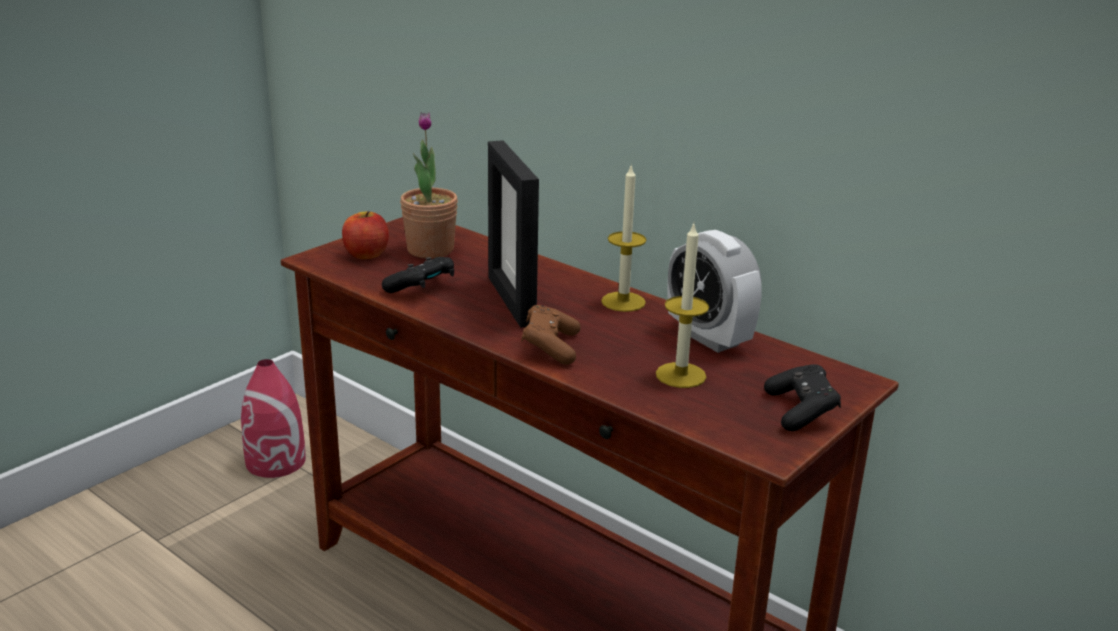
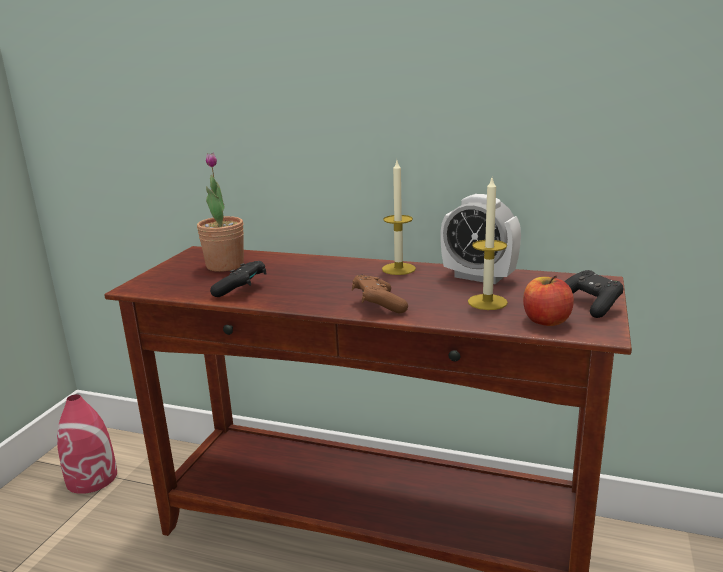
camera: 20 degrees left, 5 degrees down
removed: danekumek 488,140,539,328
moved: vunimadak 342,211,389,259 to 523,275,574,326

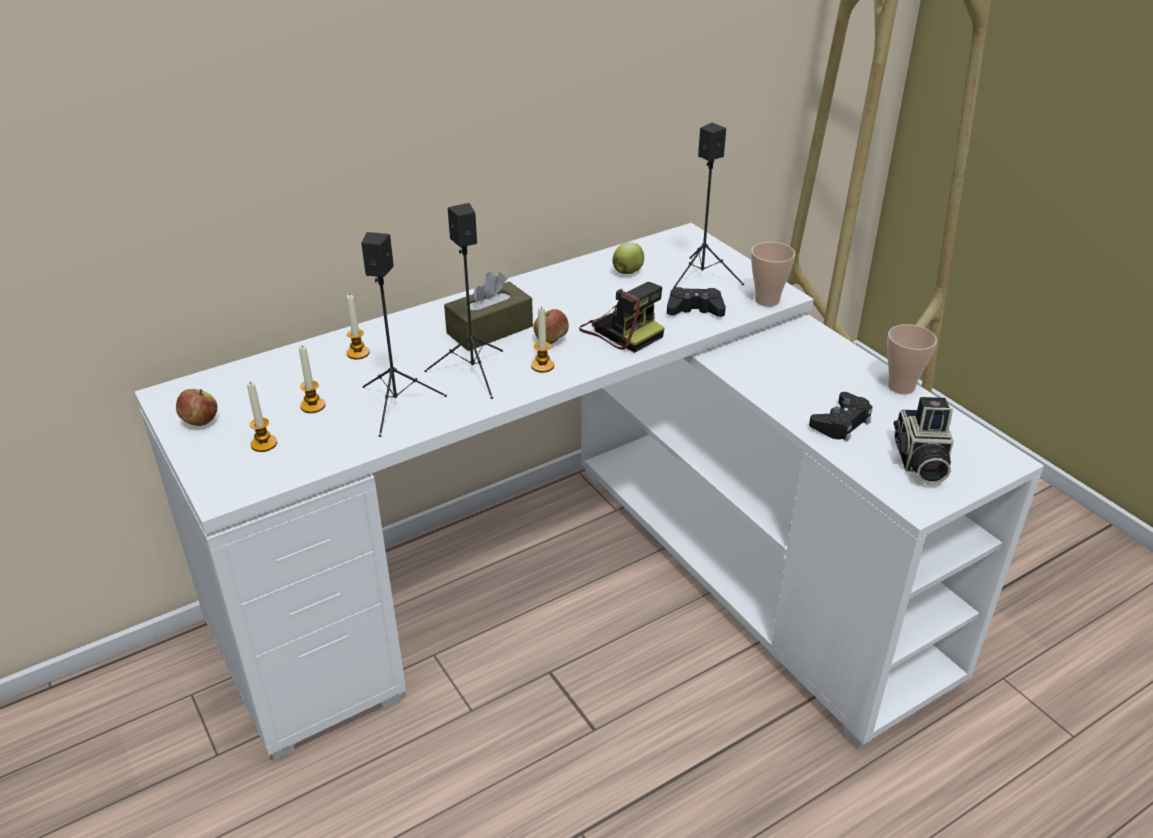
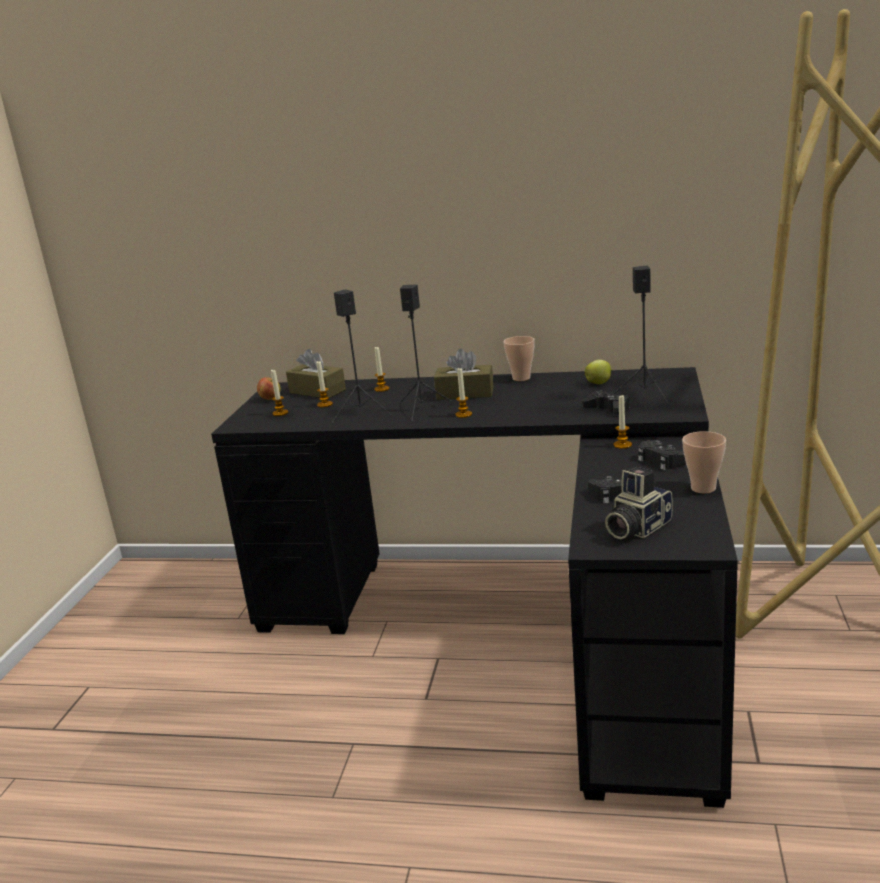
camera: 45 degrees right, 15 degrees down
removed: vunimadak 533,309,569,344; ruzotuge 579,282,665,353
added: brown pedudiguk 286,349,346,398; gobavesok 613,394,632,449; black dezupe 638,440,686,470
moved: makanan 751,242,796,307 to 503,336,535,381
recoloured: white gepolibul 134,223,1044,760 to black gepolibul 211,367,738,808

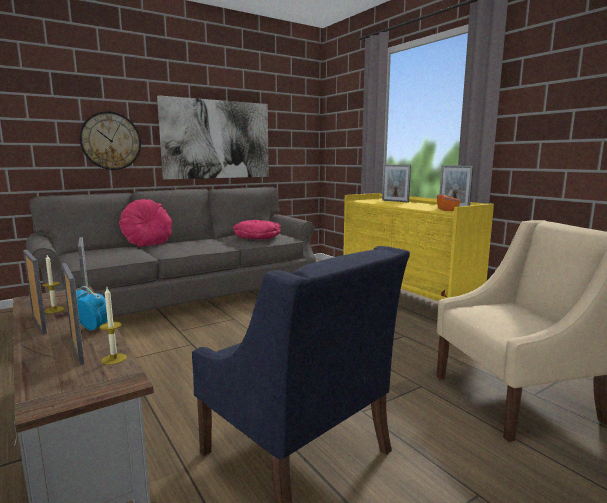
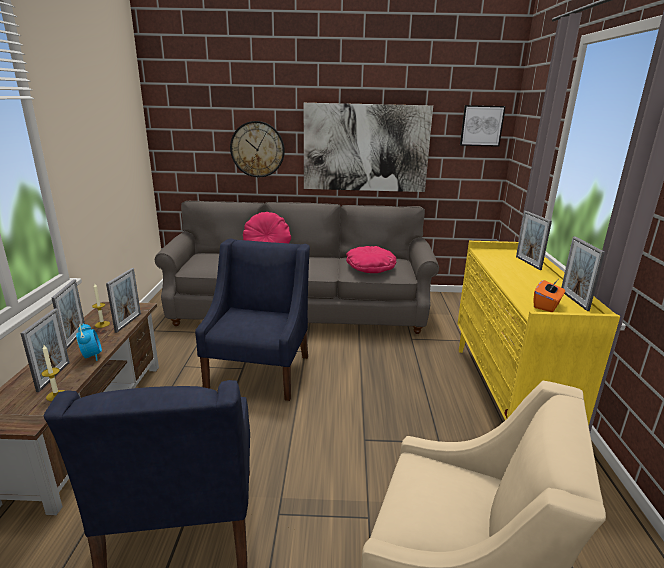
camera: 35 degrees right, 10 degrees up
added: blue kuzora 195,239,310,401; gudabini 460,105,506,147

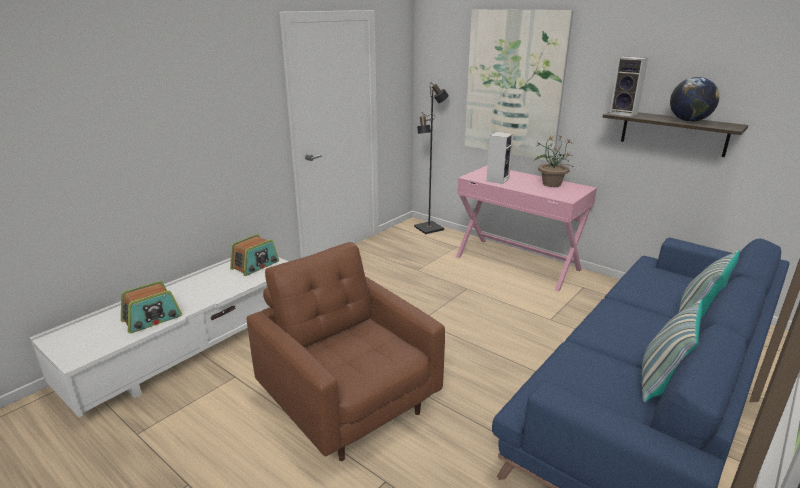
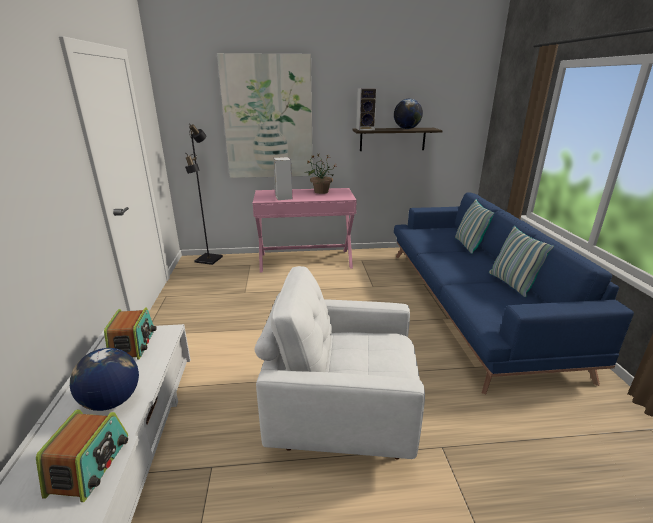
camera: 45 degrees left, 0 degrees up
added: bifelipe 70,348,139,411
recoloured: brown kuzora 247,242,445,461 to white kuzora 255,266,425,460

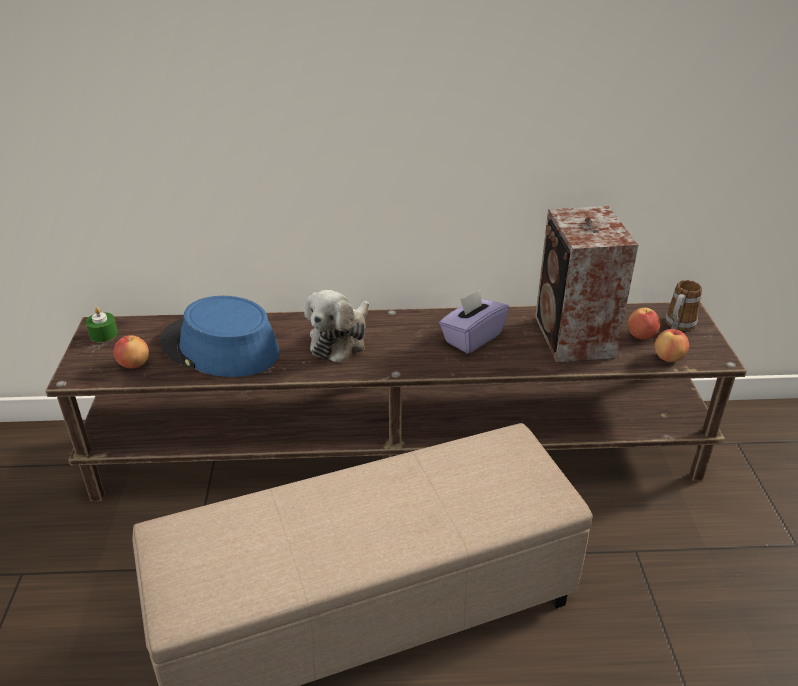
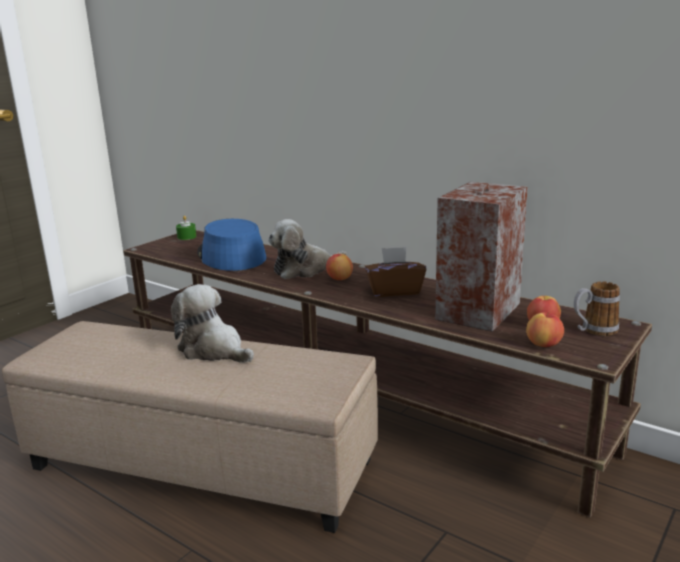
camera: 40 degrees right, 15 degrees down
added: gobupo 171,284,254,363
moved: vunimadak 113,335,149,368 to 326,252,353,280
recoloured: purple pedudiguk 439,290,509,354 to brown pedudiguk 365,247,426,297

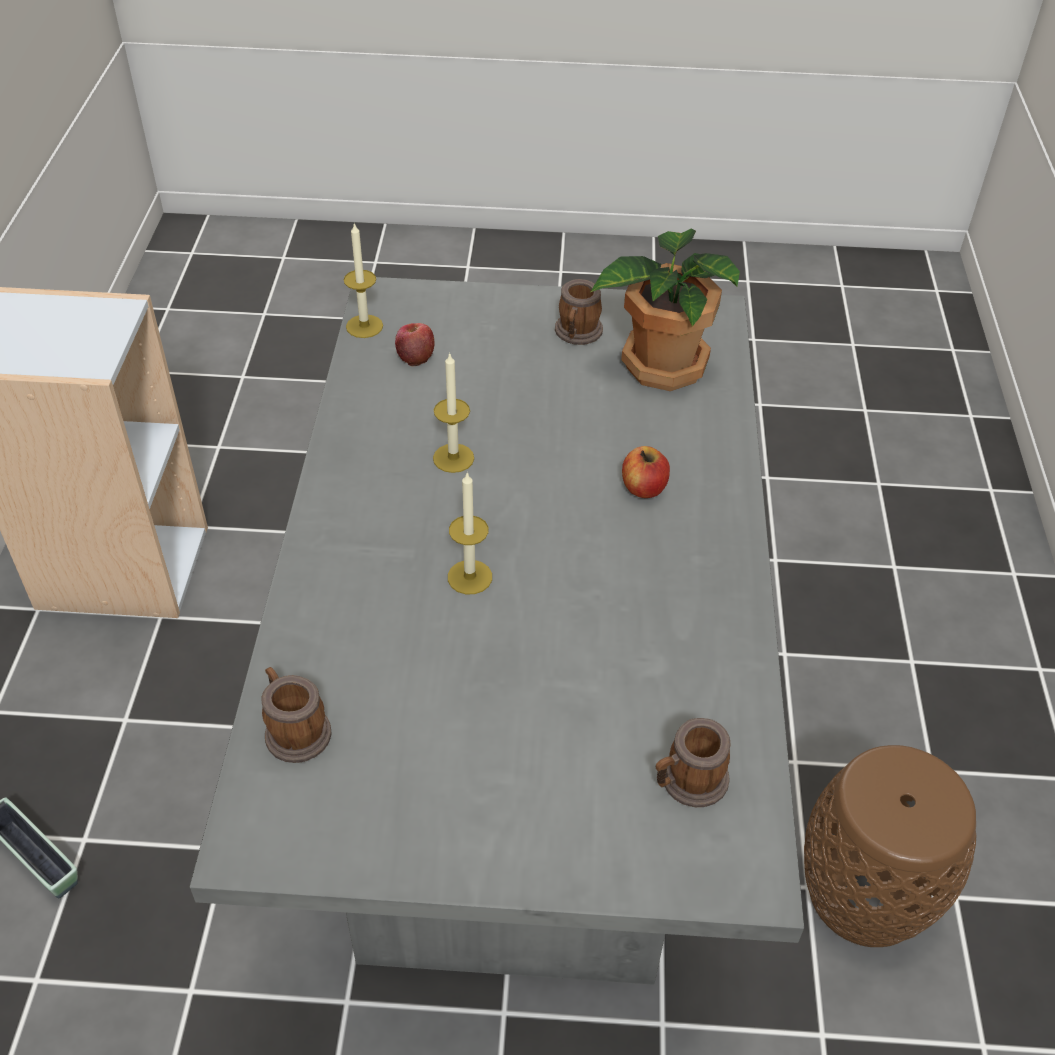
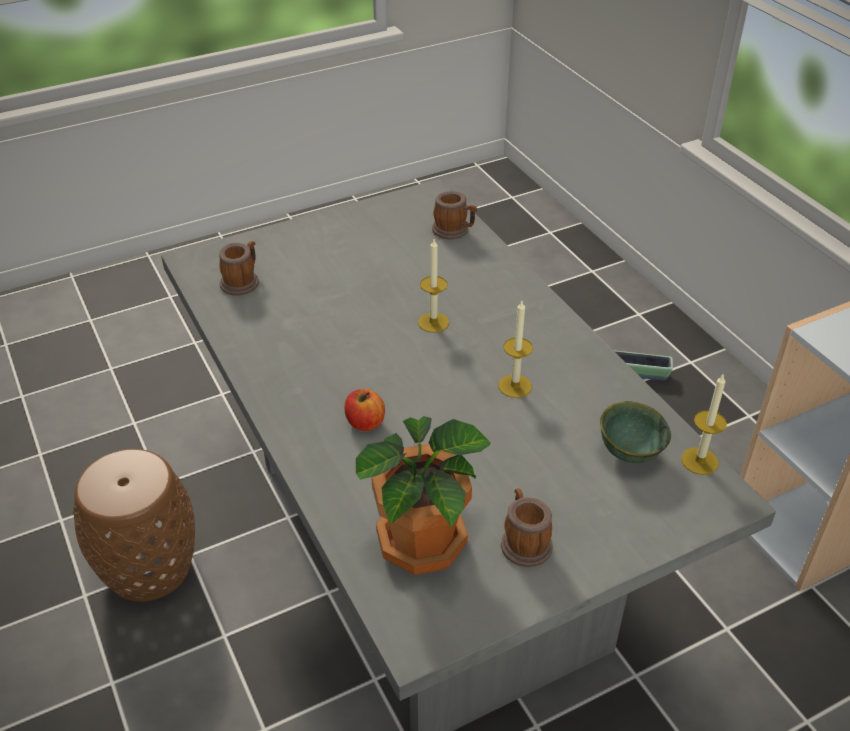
camera: 150 degrees right, 5 degrees down
replaced: vunimadak 395,323,434,366 to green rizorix 600,401,671,463

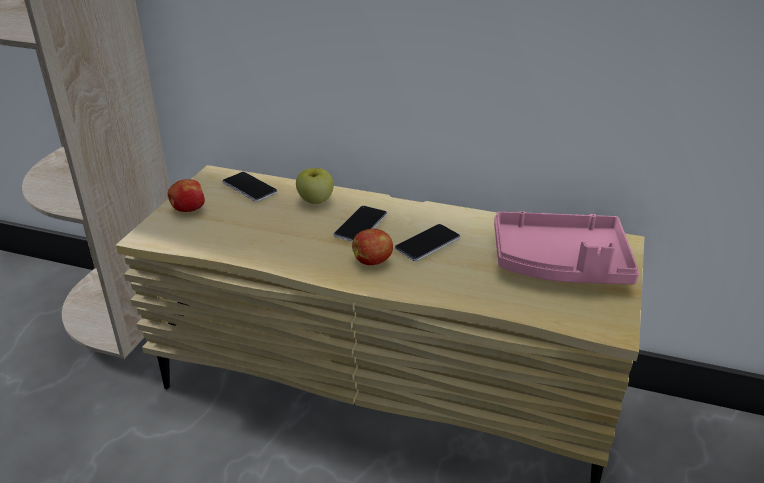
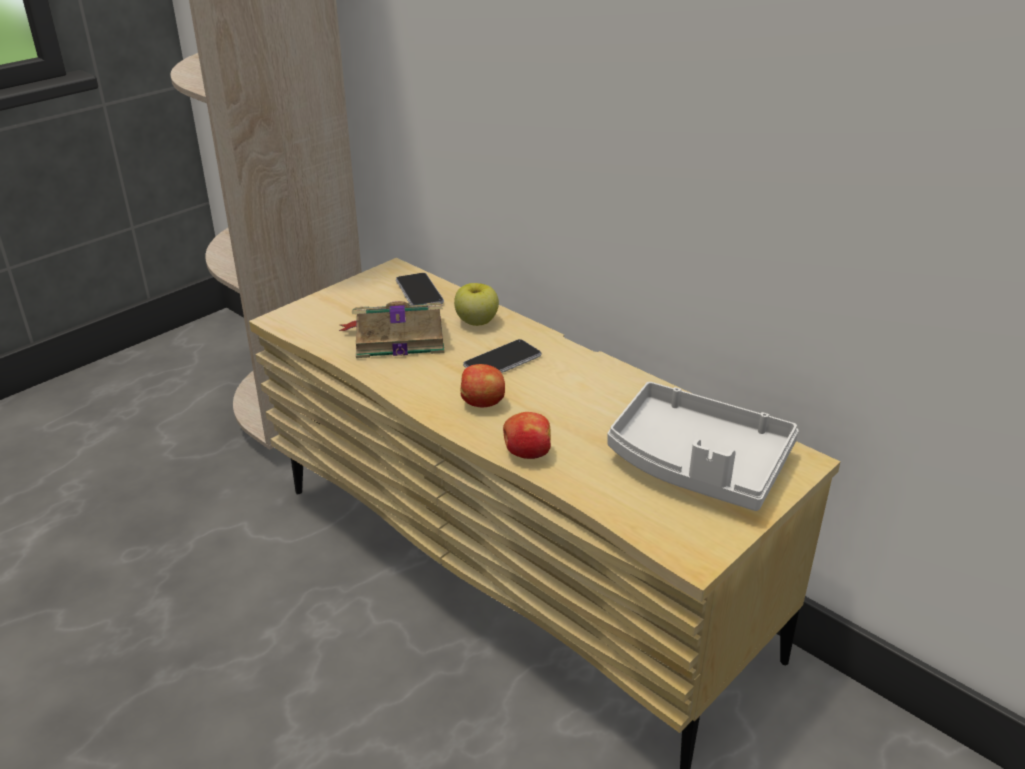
camera: 25 degrees right, 0 degrees up
removed: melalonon 395,224,460,261
added: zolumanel 339,301,445,358
moved: vunimadak 168,179,205,212 to 503,412,551,459
recoloured: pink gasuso 494,211,639,284 to grey gasuso 607,382,799,511

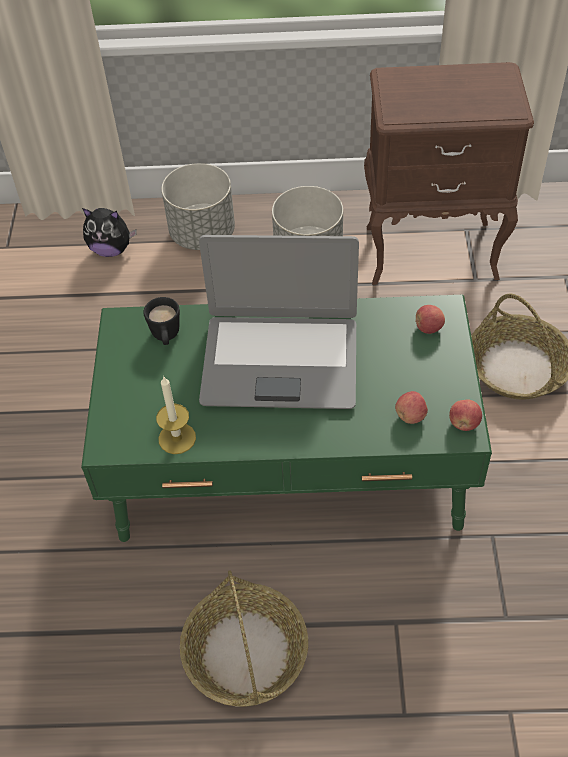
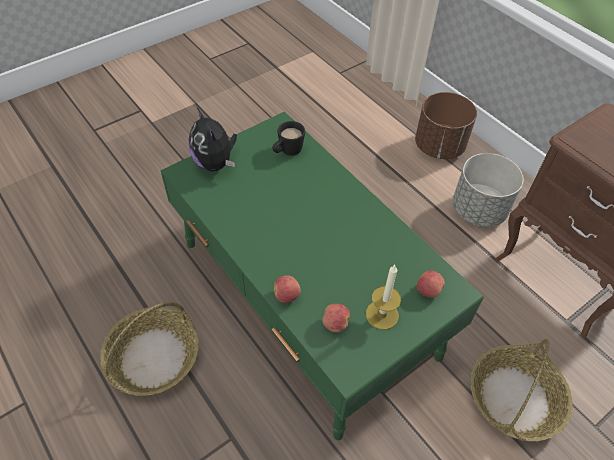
camera: 50 degrees right, 0 degrees up
removed: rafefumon 199,235,359,409
moved: gobupo 82,208,137,257 to 189,108,237,172; vunimadak 449,399,482,431 to 273,275,301,303; gobavesok 156,377,196,454 to 366,265,401,330
recoloured: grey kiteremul 161,163,235,250 to brown kiteremul 415,92,477,159

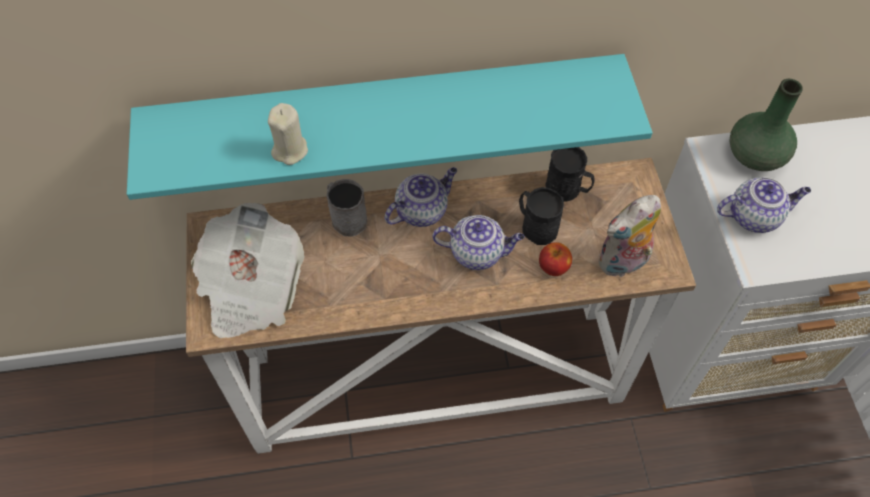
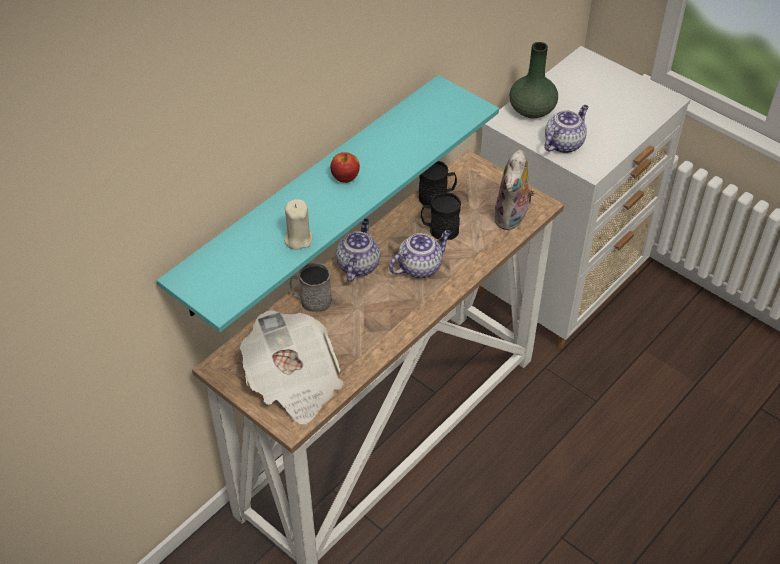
camera: 40 degrees left, 10 degrees down
moved: vunimadak 539,242,572,276 to 330,152,360,183

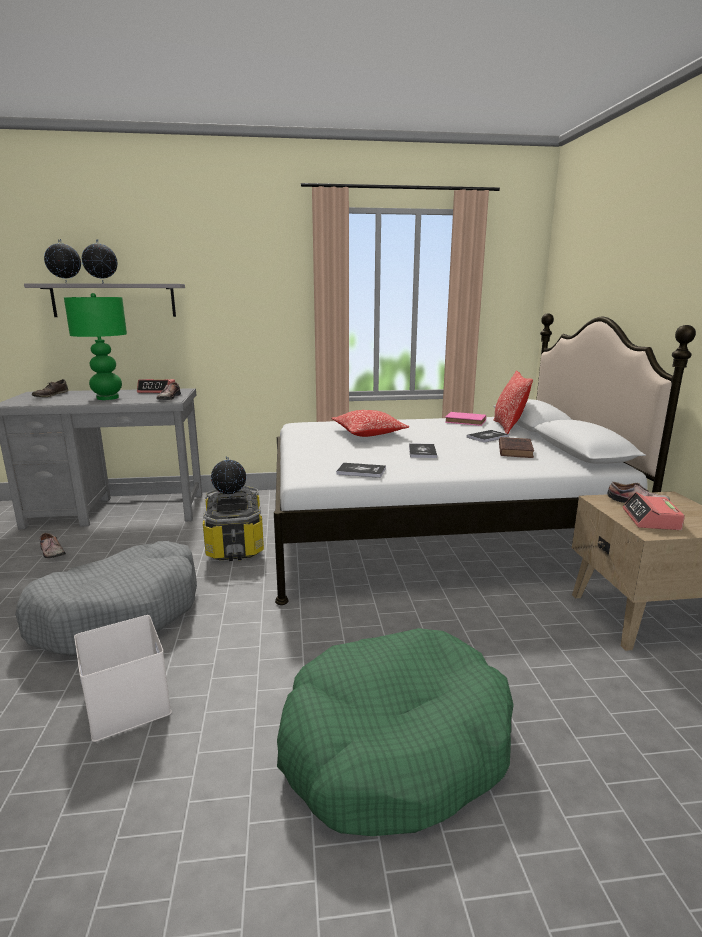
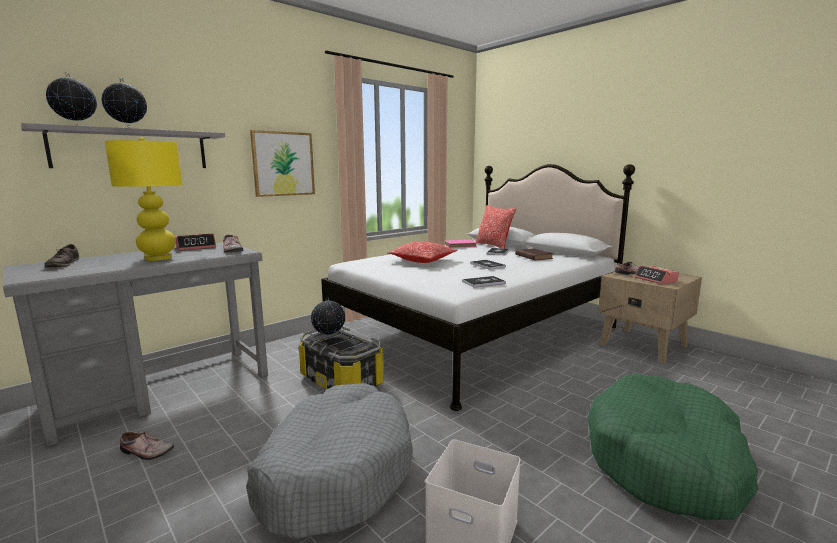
camera: 35 degrees left, 5 degrees down
added: gudabini 250,130,315,197
recoloured: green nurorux 64,293,127,400 to yellow nurorux 105,137,182,261

